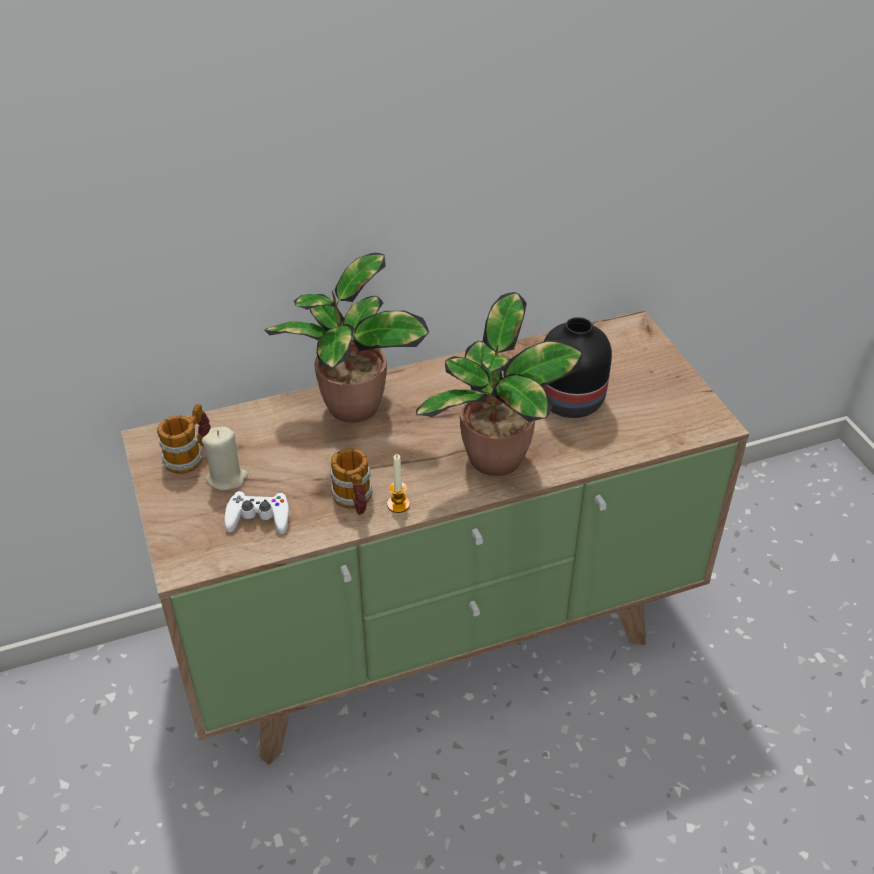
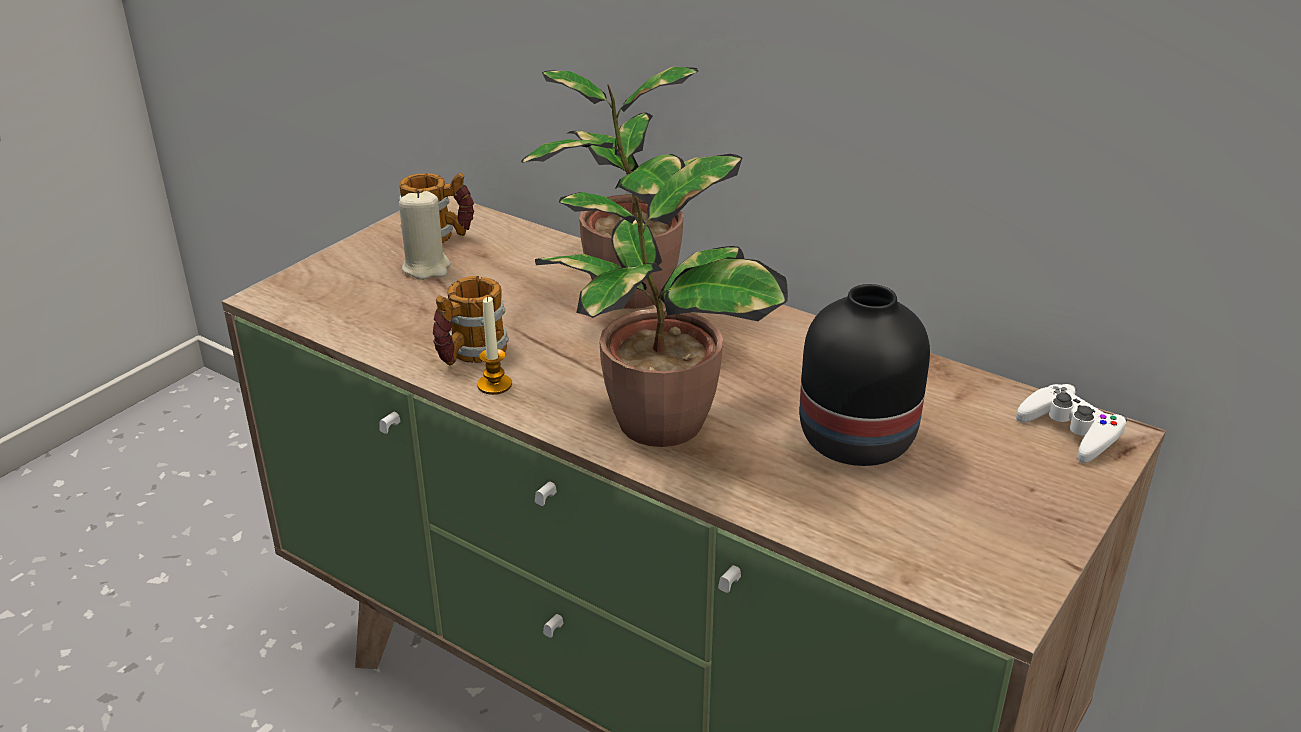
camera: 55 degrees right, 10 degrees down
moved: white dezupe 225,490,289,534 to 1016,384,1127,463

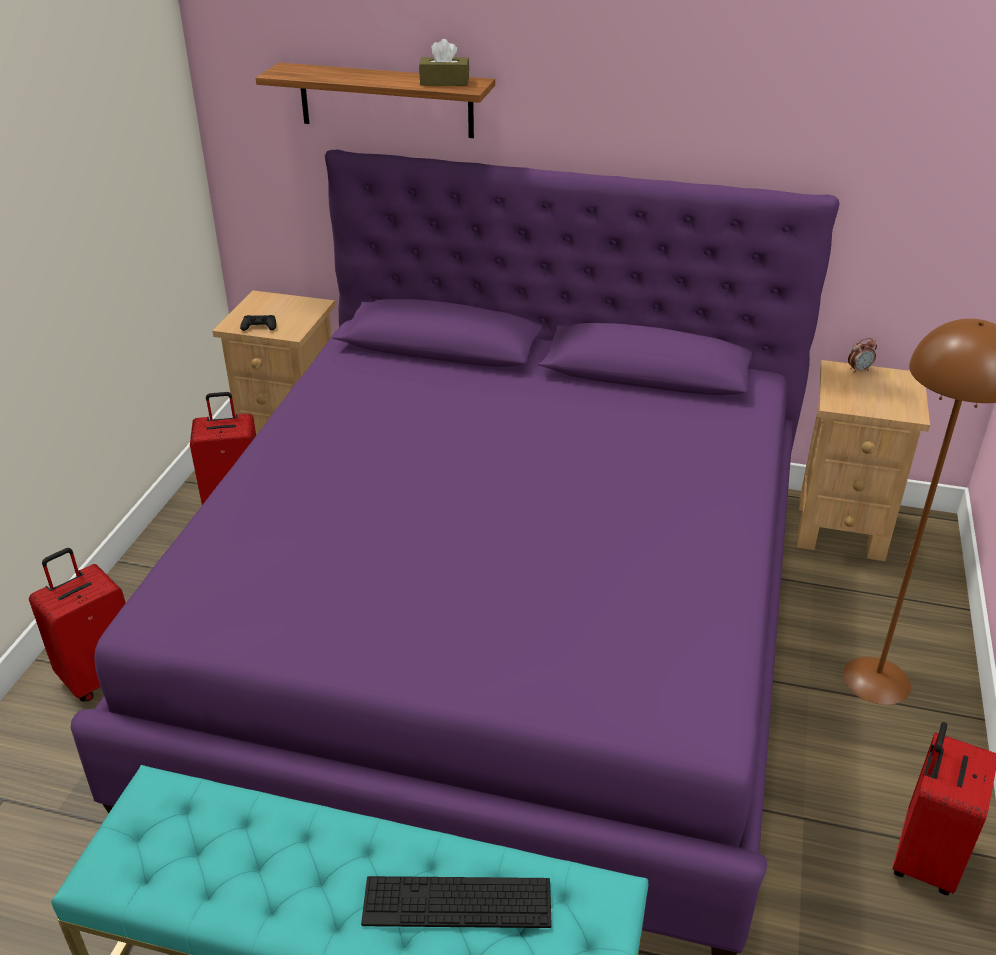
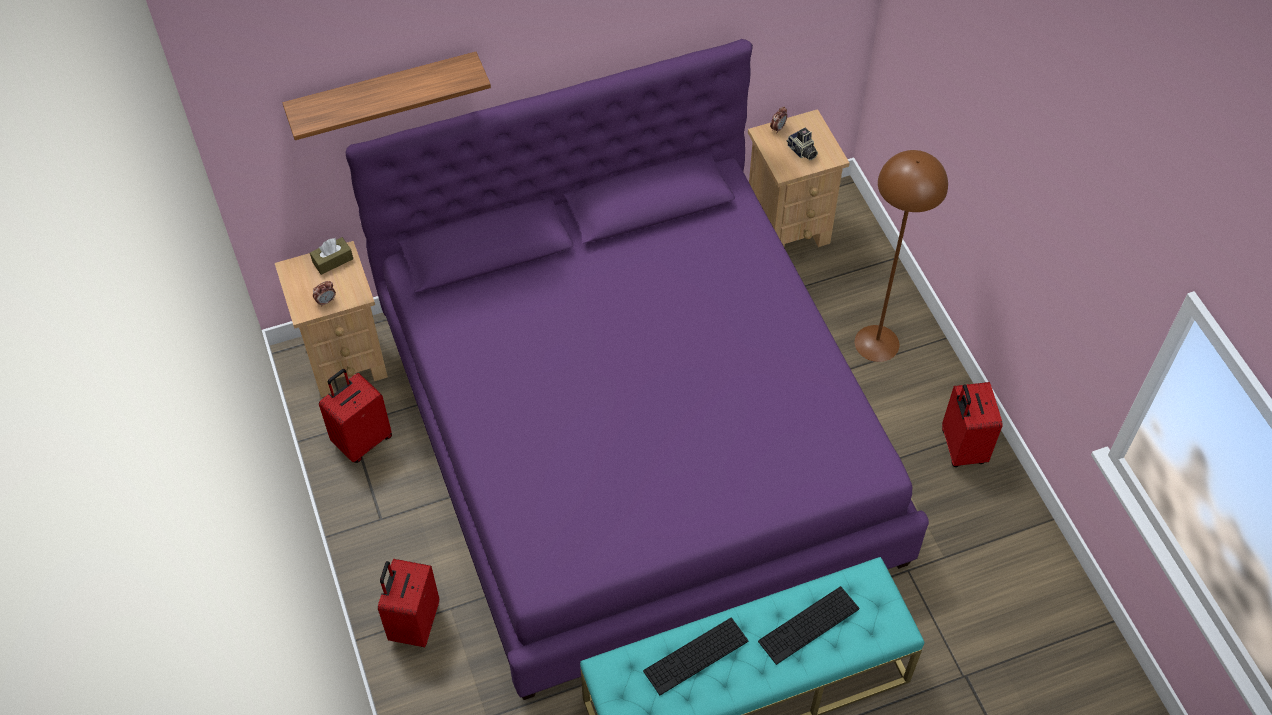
camera: 35 degrees left, 20 degrees up
added: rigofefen 643,618,748,695; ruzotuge 786,128,818,161
moved: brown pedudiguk 419,39,469,86 to 310,237,353,275
replaced: black dezupe 240,315,276,331 to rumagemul 313,281,336,307

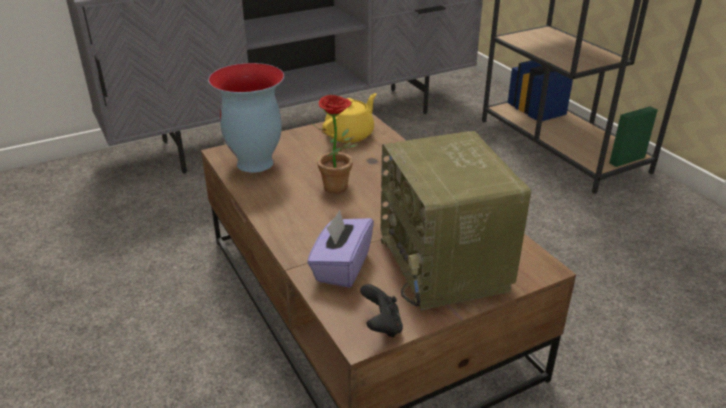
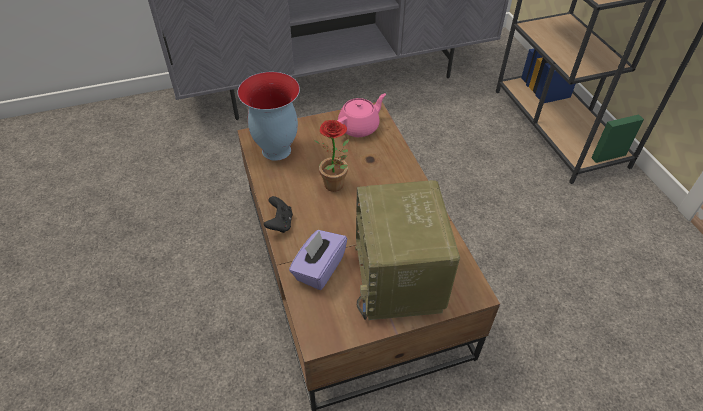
camera: 10 degrees right, 15 degrees up
moved: black dezupe 360,284,403,337 to 264,196,293,233
recoloured: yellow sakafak 322,93,377,143 to pink sakafak 337,93,386,137

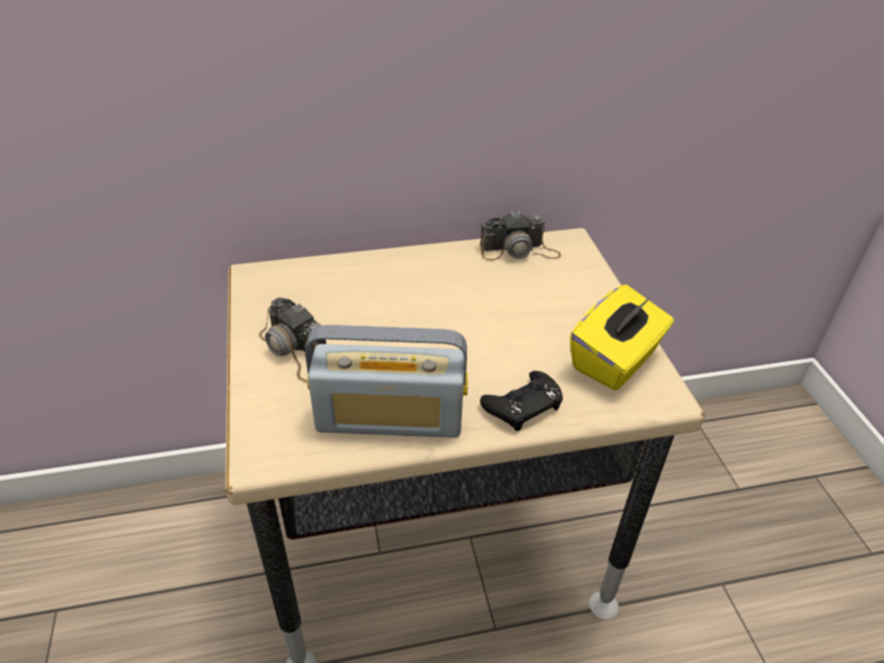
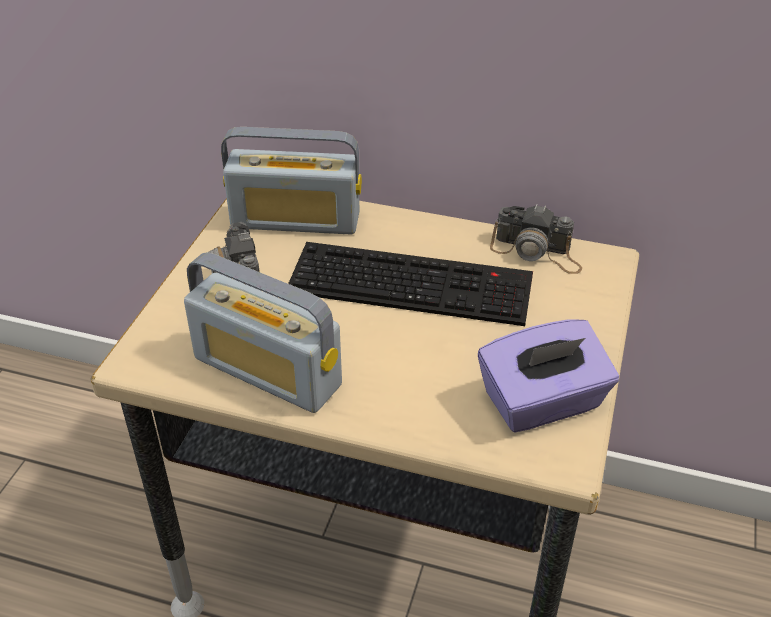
camera: 30 degrees right, 0 degrees up
removed: black dezupe 480,371,563,431
added: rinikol 221,127,362,234; rigofefen 288,242,533,326
recoloured: yellow pedudiguk 570,284,674,390 to purple pedudiguk 478,319,619,432

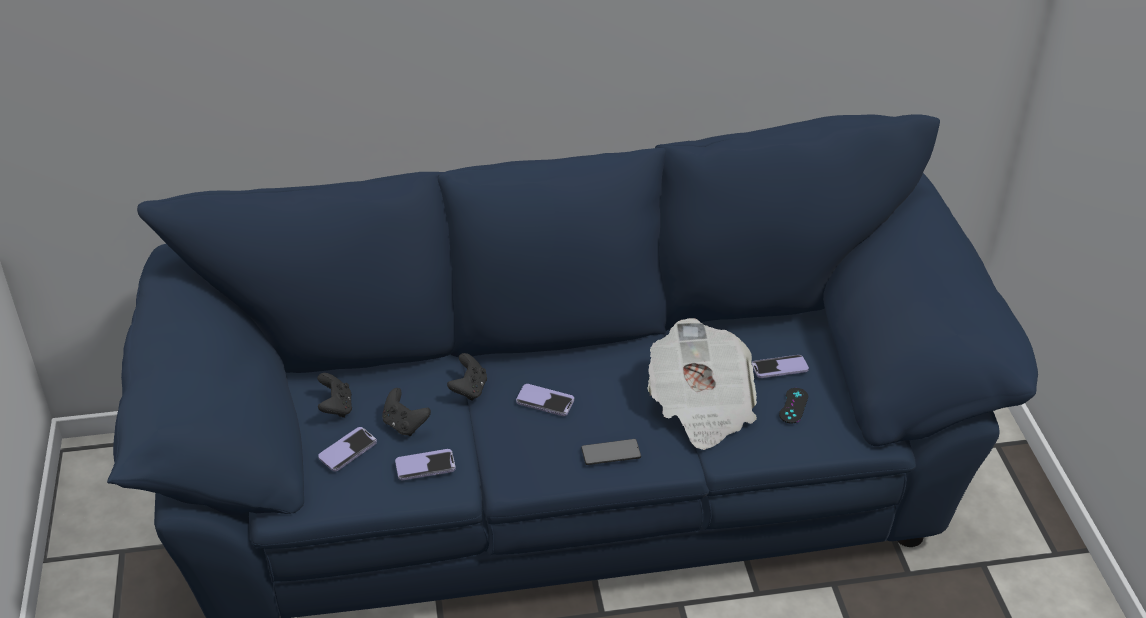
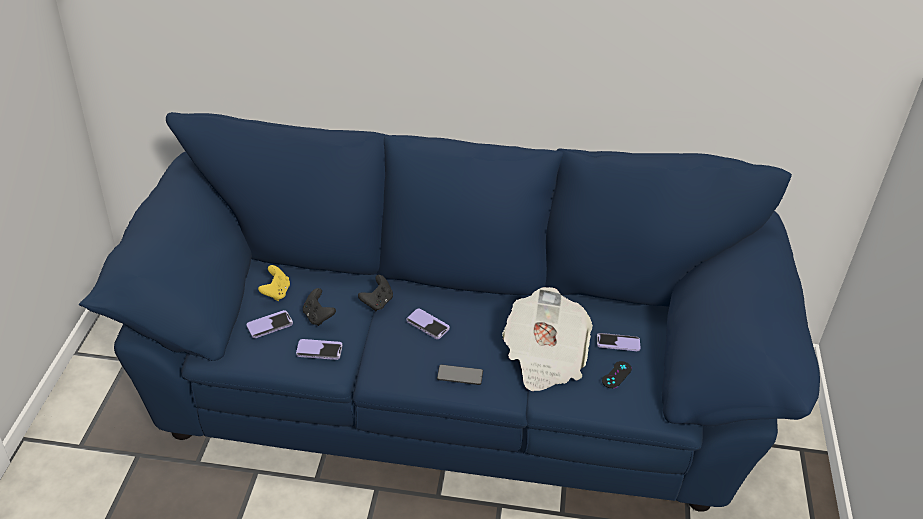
camera: 15 degrees right, 0 degrees up
recoloured: black dezupe 317,373,352,418 to yellow dezupe 258,265,290,301

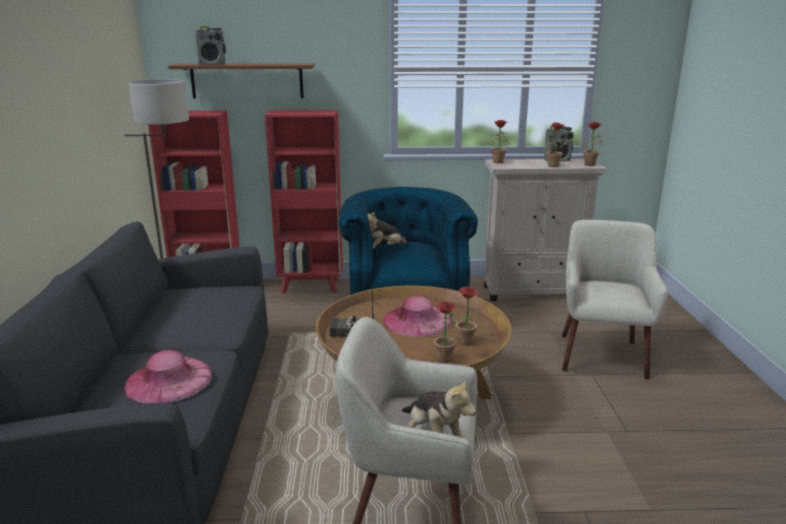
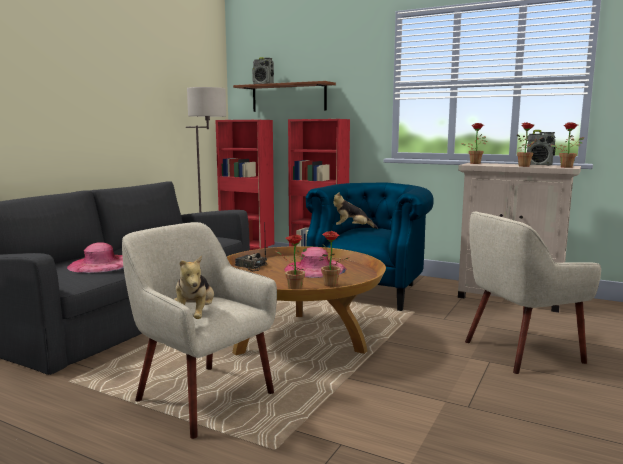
camera: 30 degrees right, 10 degrees down
turned: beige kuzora 562,220,668,379 = 465,212,601,374 150 degrees counterclockwise

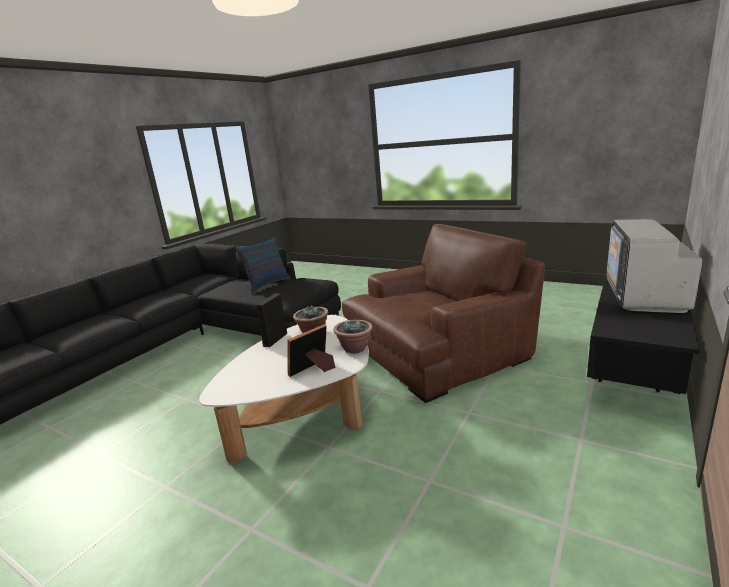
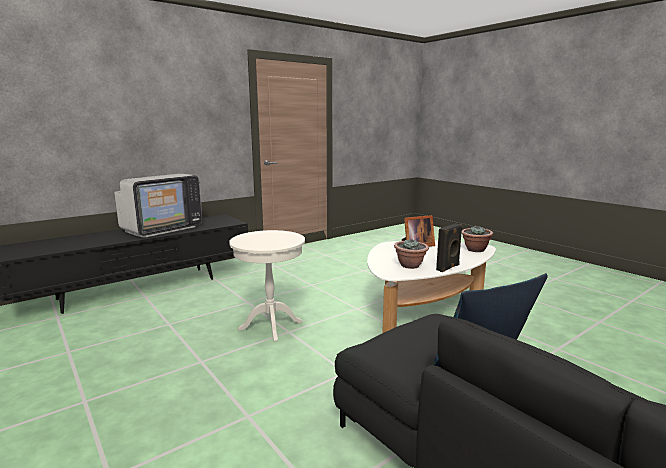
camera: 160 degrees left, 5 degrees down
moved: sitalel 333,319,373,354 to 461,225,493,252
replaced: brown kuzora 342,224,545,403 to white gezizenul 229,230,305,341

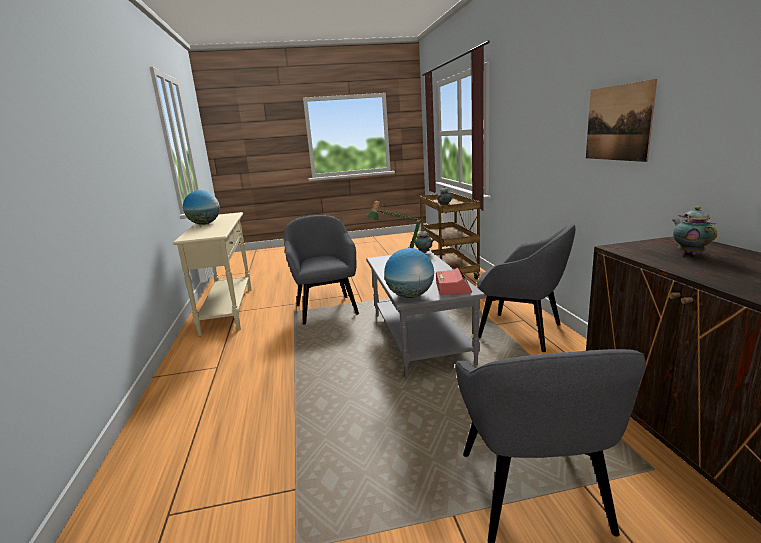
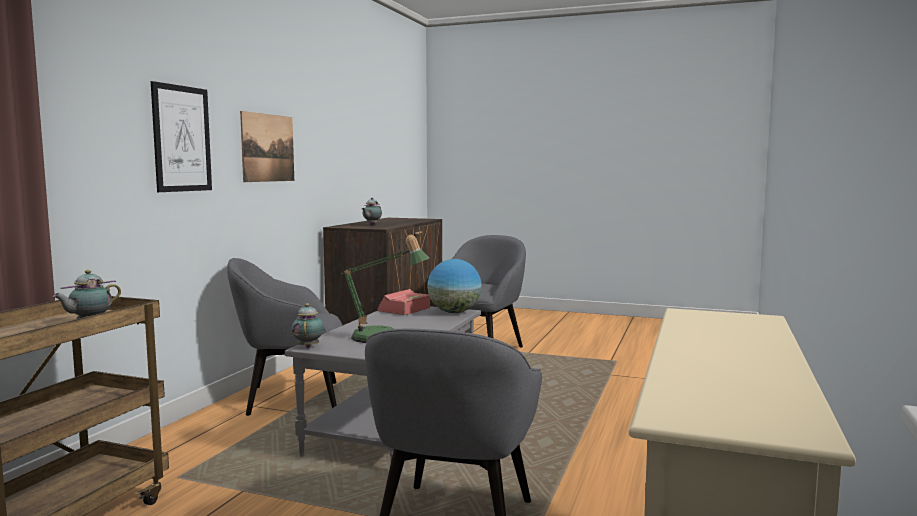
camera: 150 degrees left, 10 degrees down
removed: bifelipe 183,190,220,225
added: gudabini 151,81,212,192
turned: grey kuzora 477,224,575,352 = 227,258,342,416 75 degrees counterclockwise

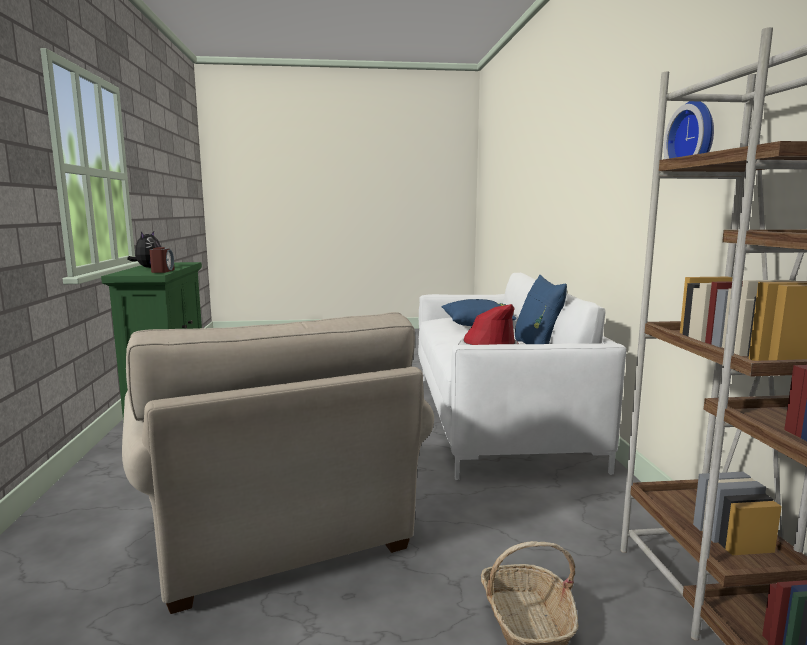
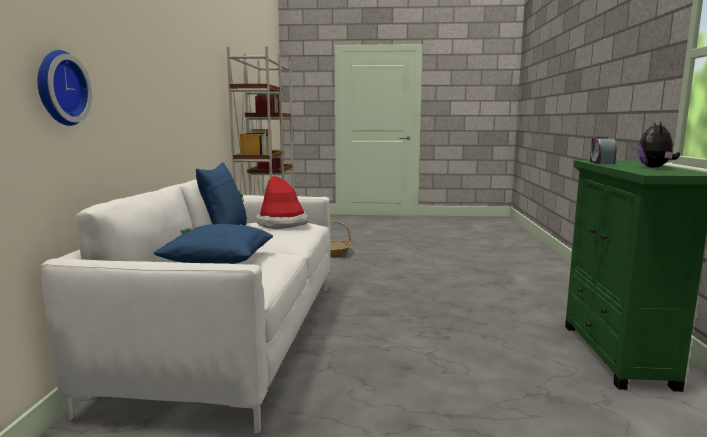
camera: 170 degrees left, 0 degrees up
removed: beige kuzora 122,312,434,614
moved: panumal 664,101,714,159 to 37,50,92,126

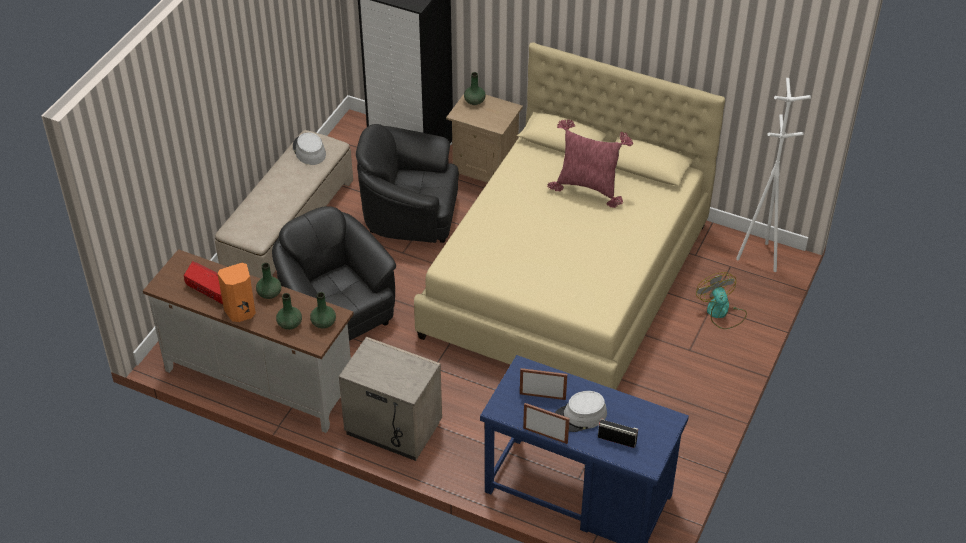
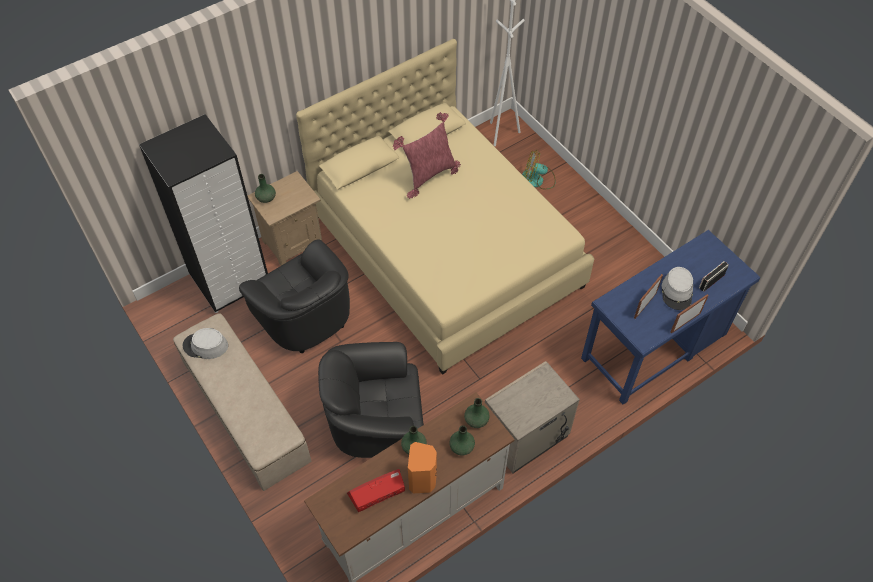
camera: 60 degrees left, 10 degrees up
turned: black kuzora 356,124,459,243 = 239,239,350,353 75 degrees counterclockwise

